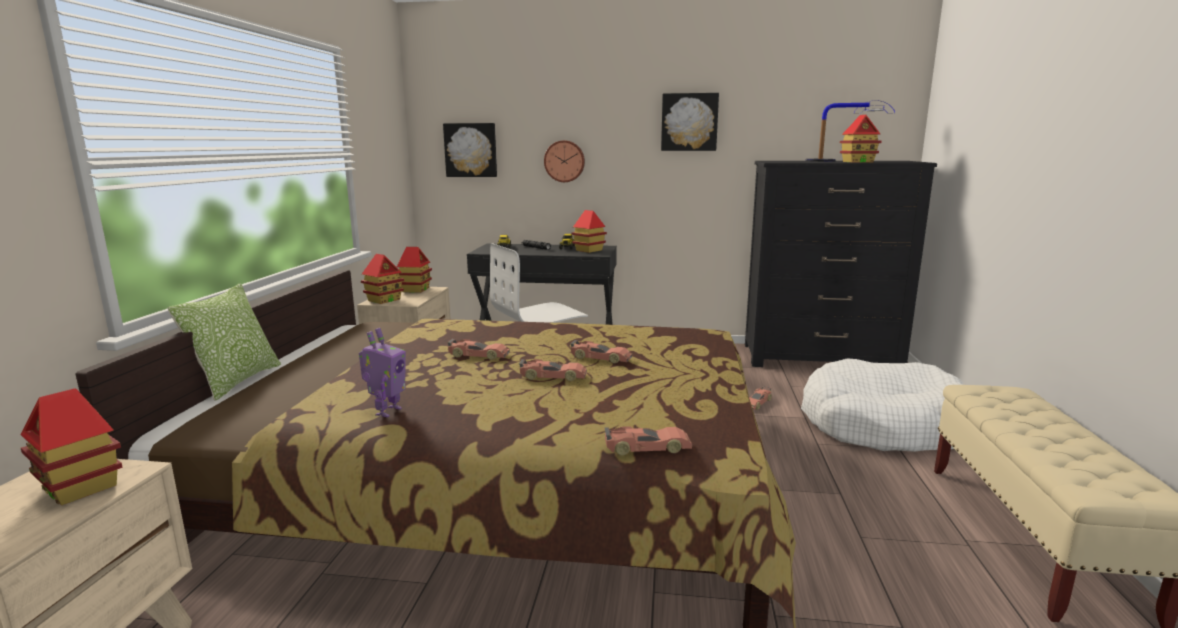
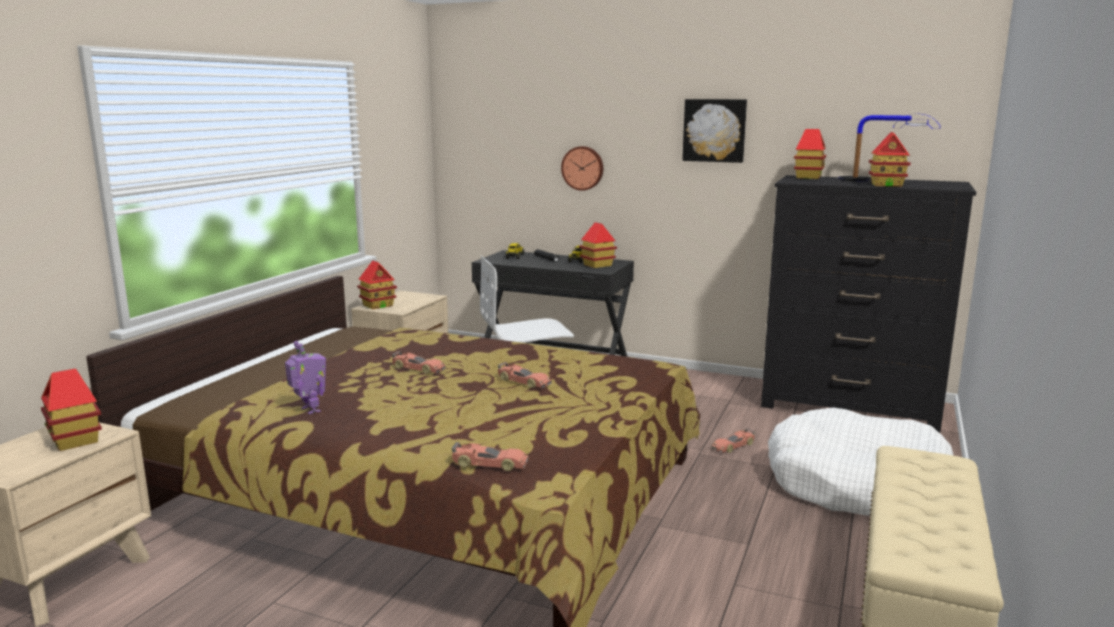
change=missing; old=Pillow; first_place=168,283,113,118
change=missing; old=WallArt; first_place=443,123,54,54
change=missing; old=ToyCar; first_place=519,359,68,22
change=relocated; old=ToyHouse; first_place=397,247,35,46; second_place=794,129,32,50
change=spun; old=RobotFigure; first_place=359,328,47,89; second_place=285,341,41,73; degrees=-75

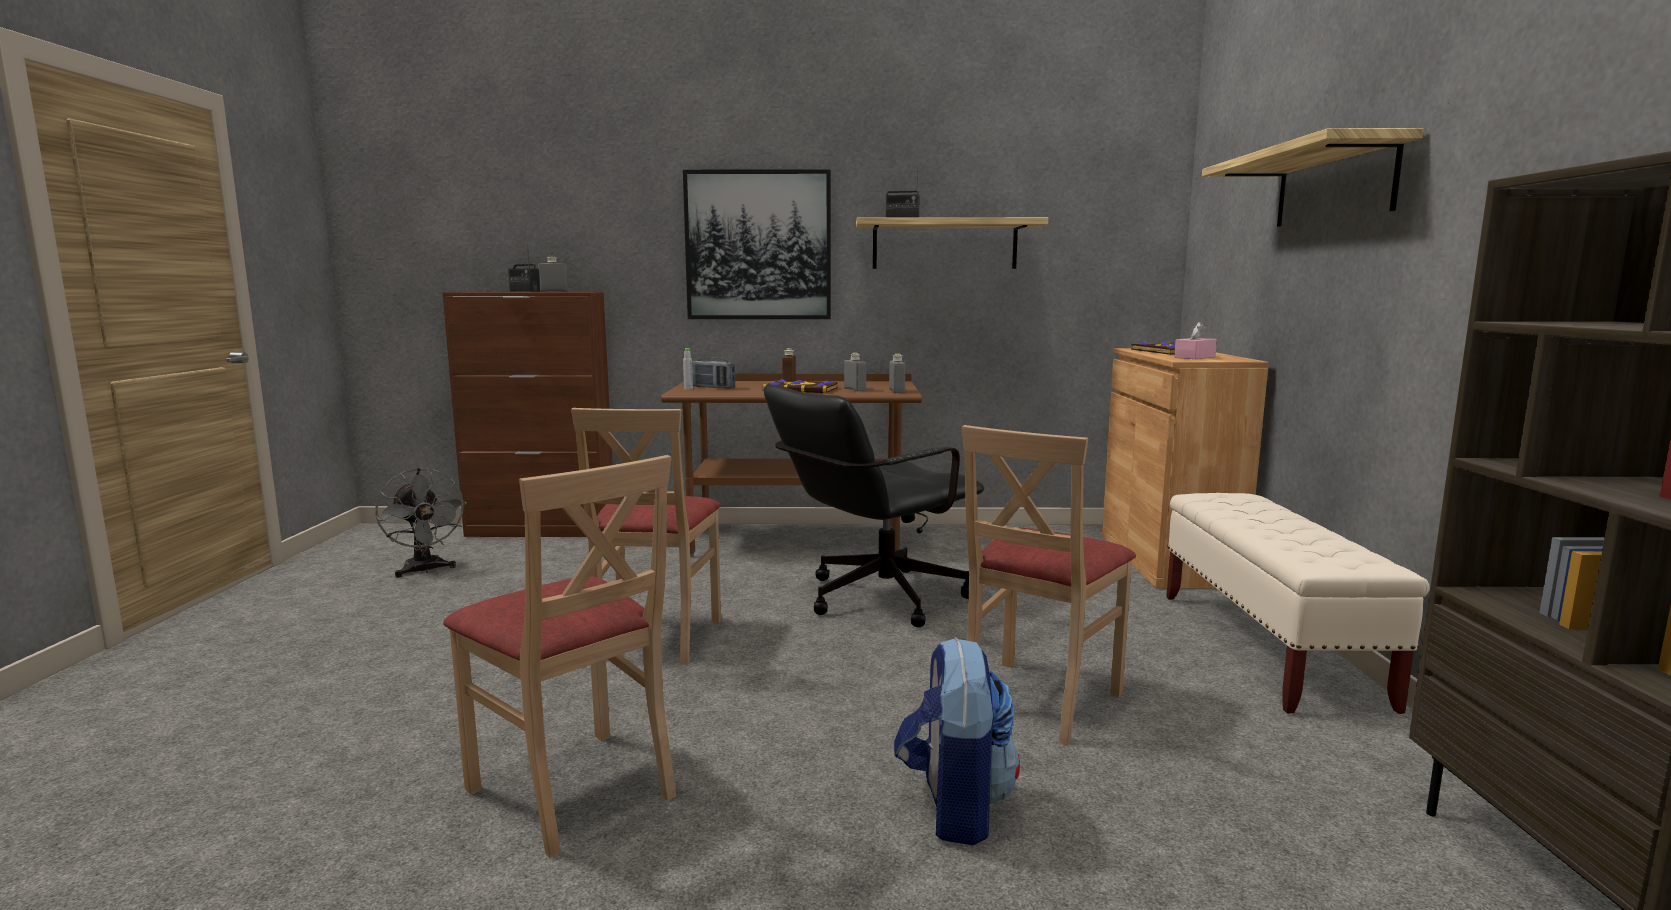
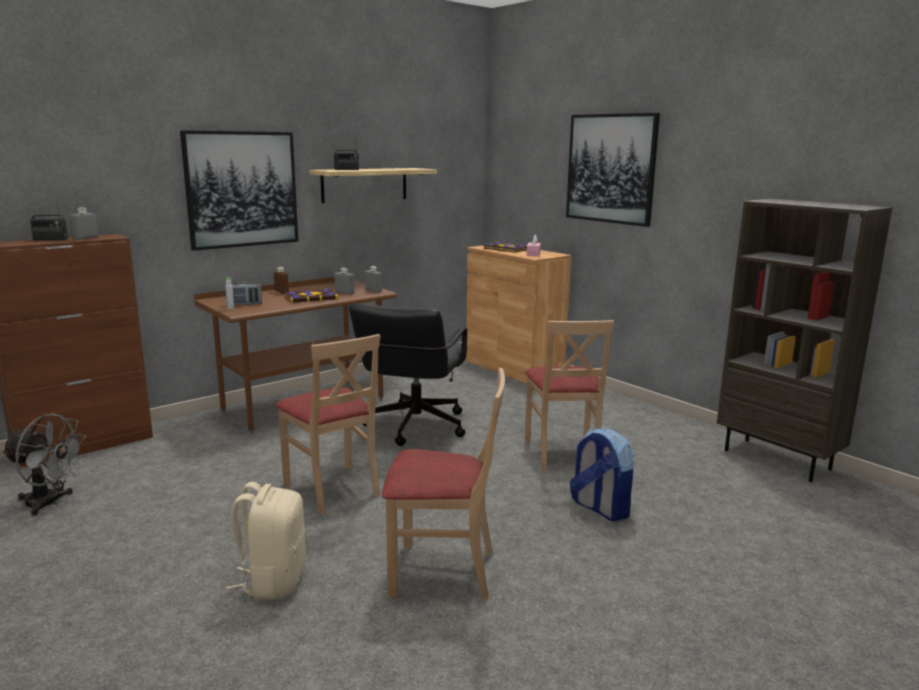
change=missing; old=BeigeIndoorBench; first_place=1166,493,264,221
change=appeared; new=BeigeBackpack; second_place=226,482,80,118
change=exchanged; old=Shelf; new=WallArt; first_place=1202,128,221,99; second_place=566,113,94,114

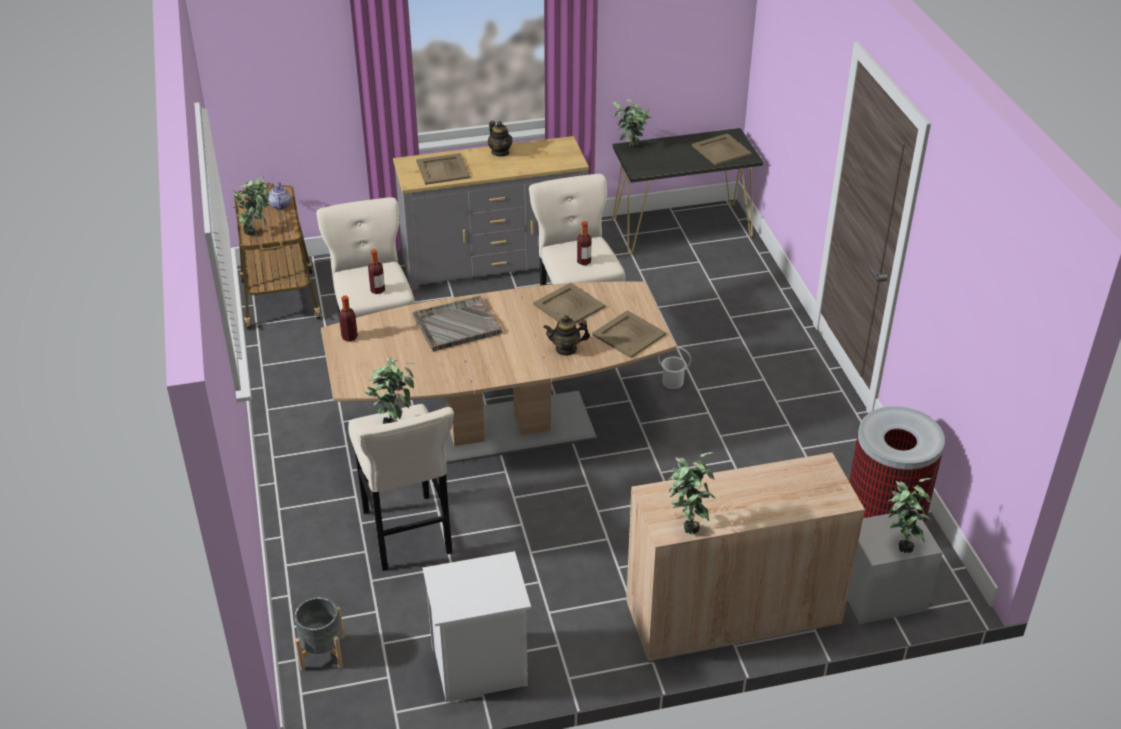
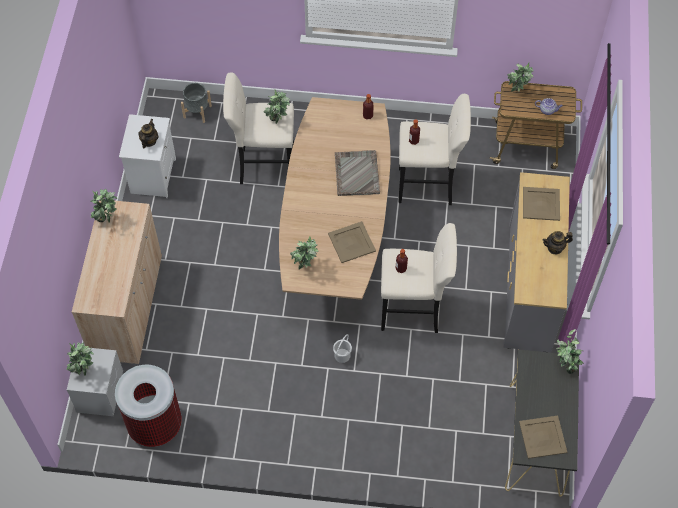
change=relocated; old=TeaPot; first_place=543,315,47,41; second_place=138,119,20,29
change=exchanged; old=BeigeServingTray; new=PottedPlant; first_place=592,310,74,48; second_place=290,236,29,34

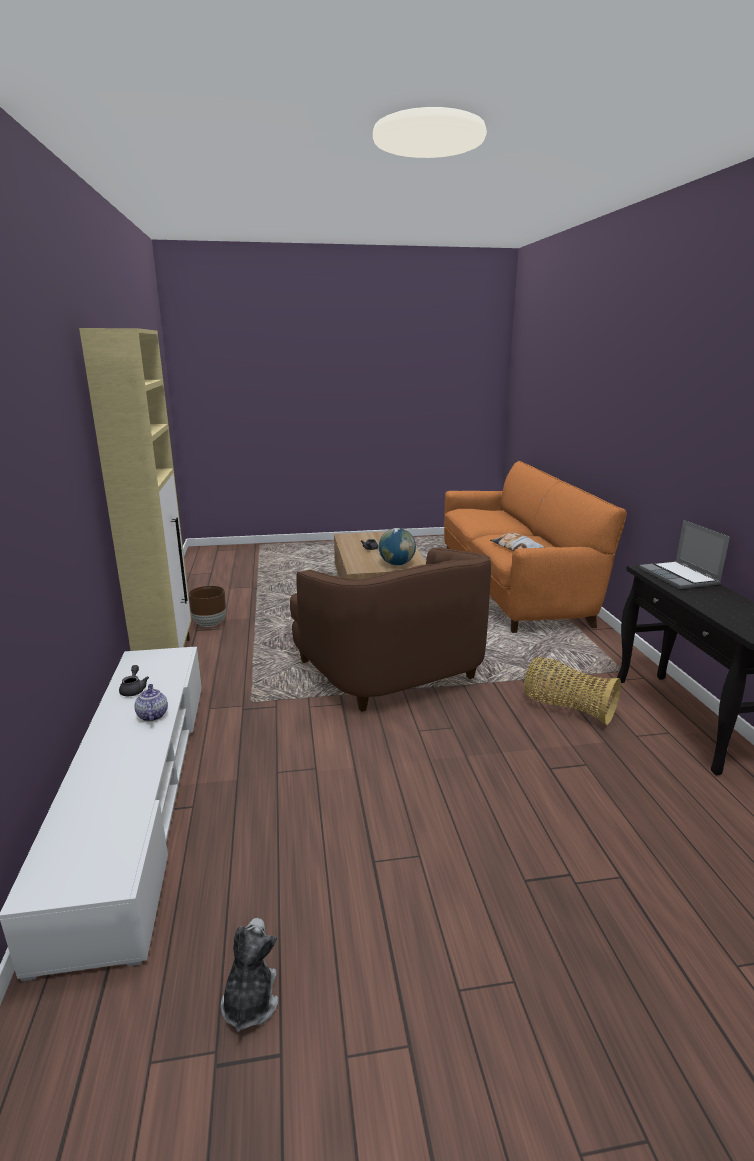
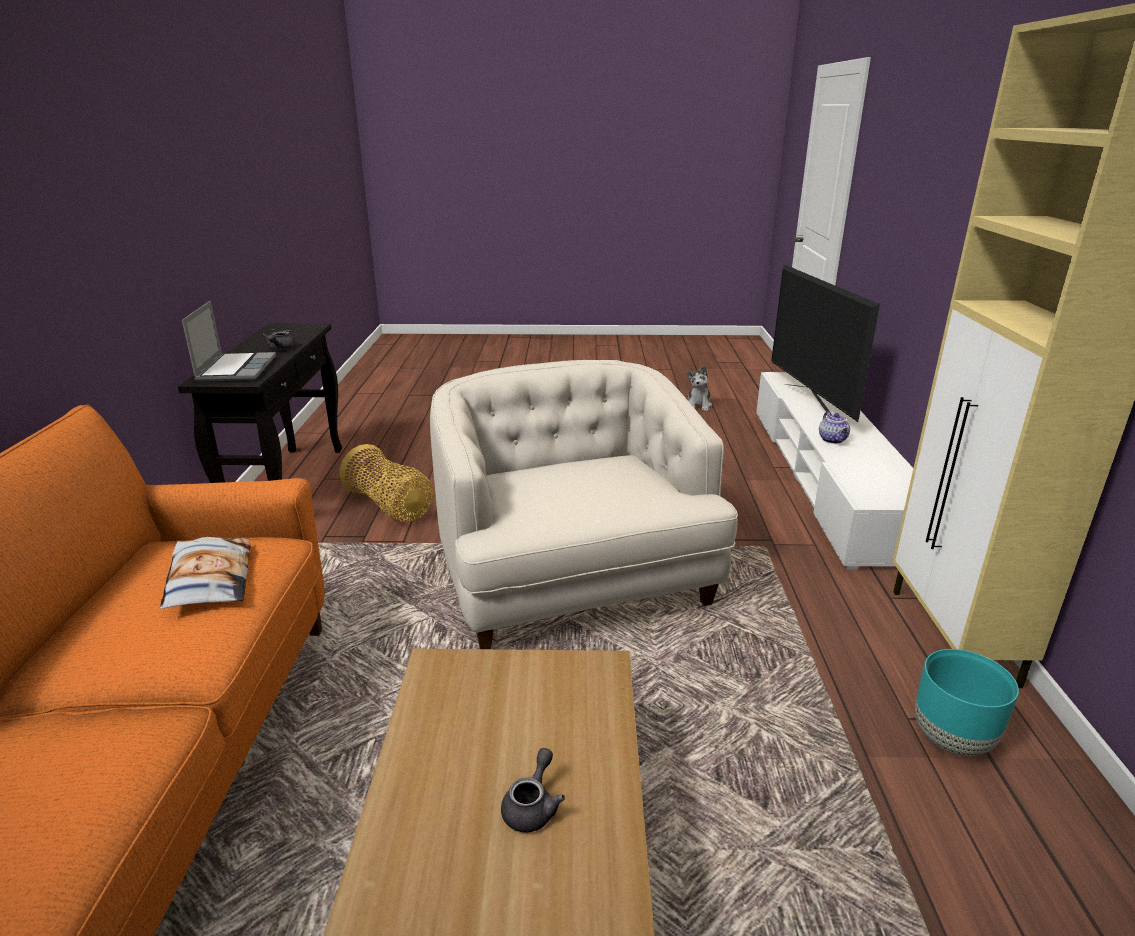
change=missing; old=DeskGlobe; first_place=379,528,37,37
change=appeared; new=Tv; second_place=771,264,109,158
change=relocated; old=GreyTeaPot; first_place=119,665,30,31; second_place=262,331,33,19
change=colour; old=BrownColouredPlantPot; new=TurquoisePlantPot; first_place=188,586,38,41; second_place=915,649,104,107
change=colour; old=BrownColouredEasyChair; new=WhitishEasyChair; first_place=290,547,201,165; second_place=430,360,308,289

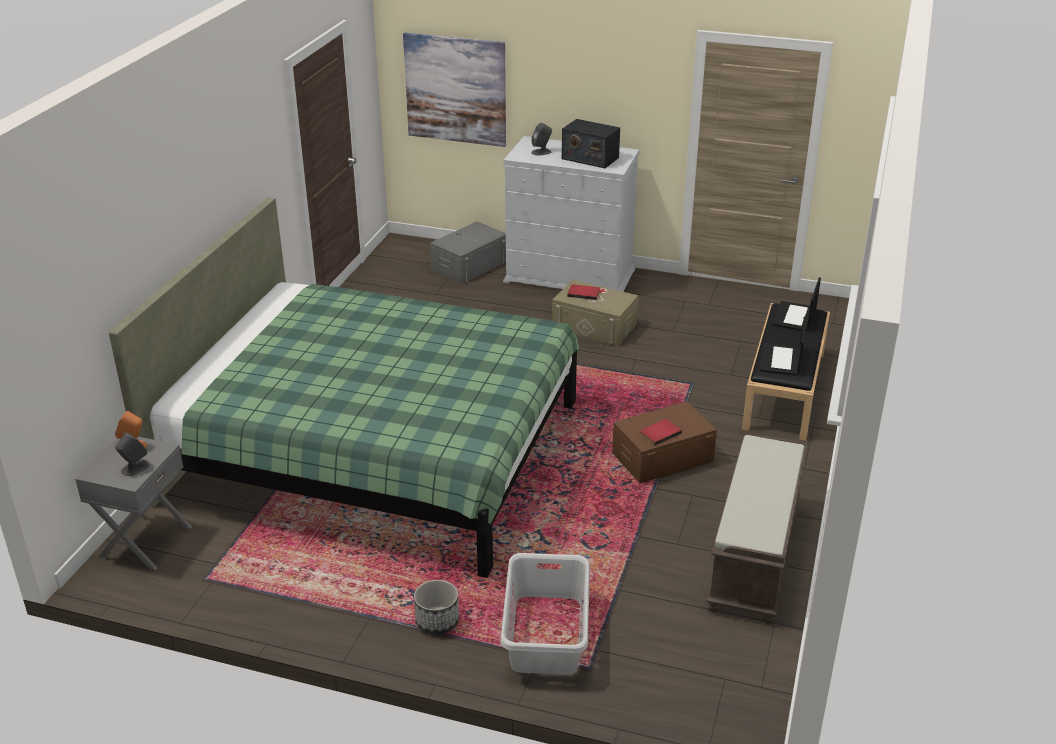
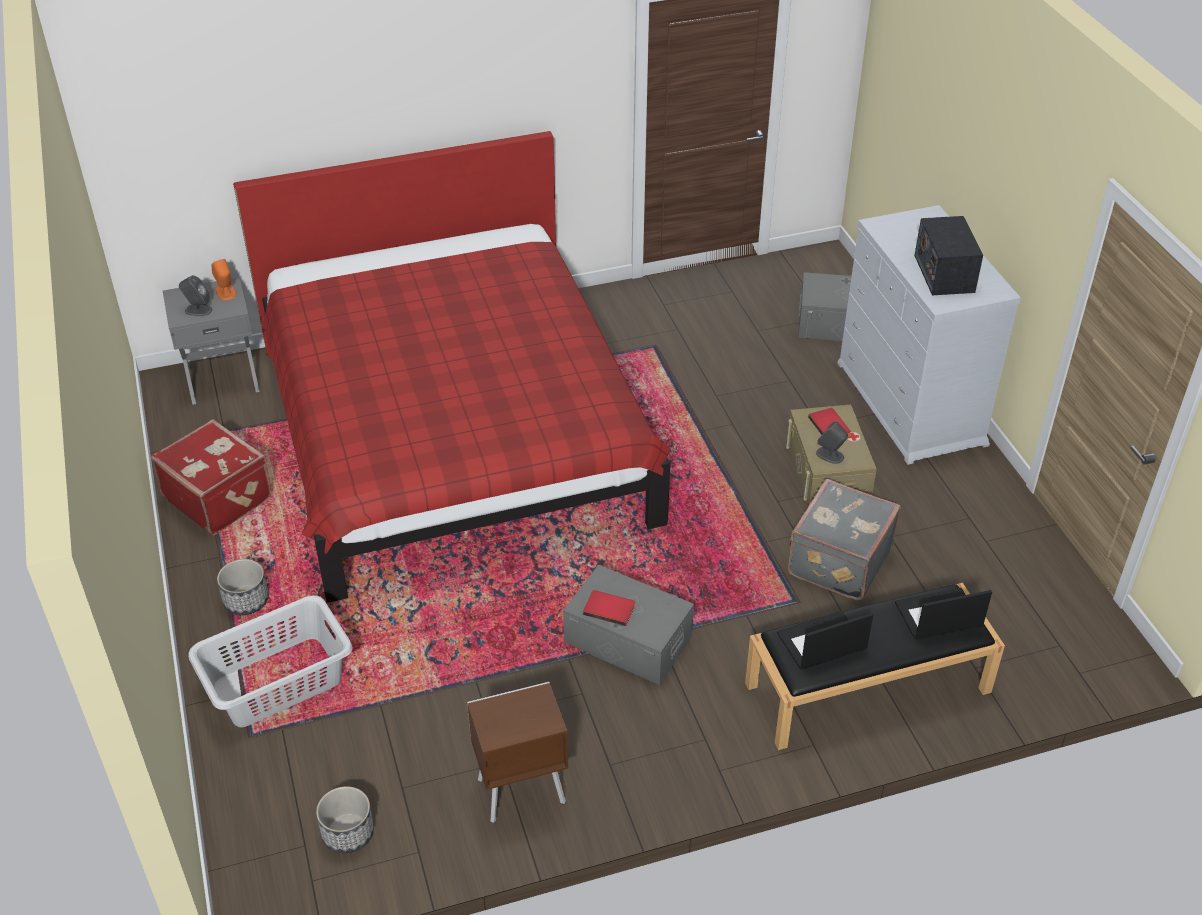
change=missing; old=WallArt; first_place=403,33,103,114
change=appeared; new=RedTravelCase; second_place=151,419,121,116
change=appeared; new=PlantPot; second_place=316,786,58,67
change=appeared; new=GreyTravelCase; second_place=788,479,113,122
change=relocated; old=GreySpeaker; first_place=531,123,21,32; second_place=816,421,32,43
change=exchanged; old=BrownColouredIndoorBench; new=BrownColouredBedsideTable; first_place=706,435,101,189; second_place=467,682,101,141
change=colour; old=GreenBedroomBed; new=RedBedroomBed; first_place=109,197,470,381; second_place=233,131,438,472
change=colour; old=BrownColouredStorageContainer; new=GreyStorageContainer; first_place=612,401,105,82; second_place=563,565,131,120

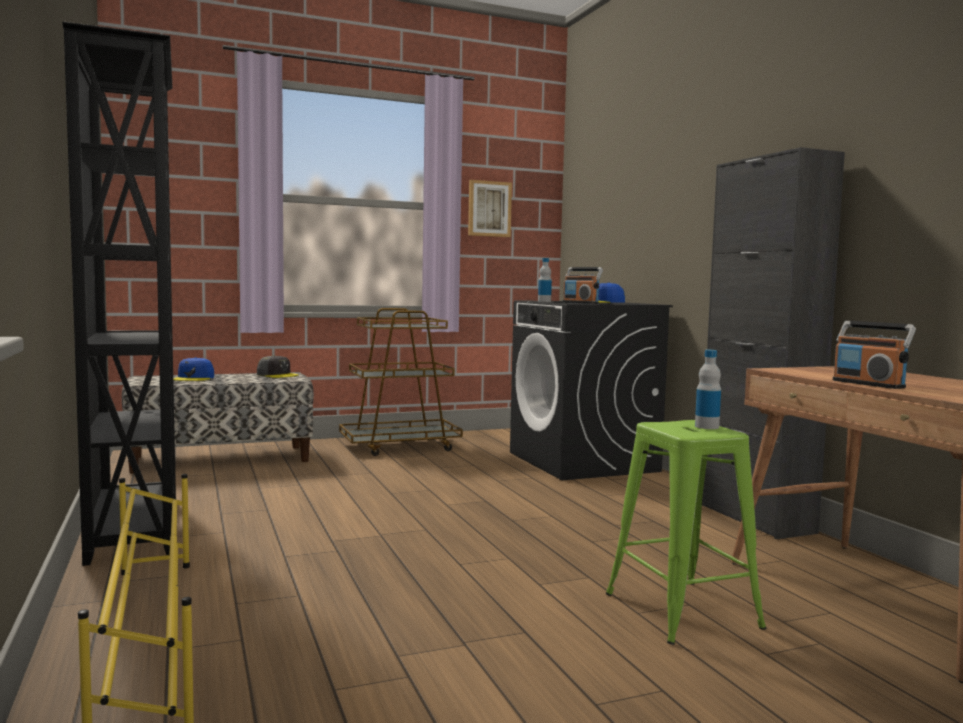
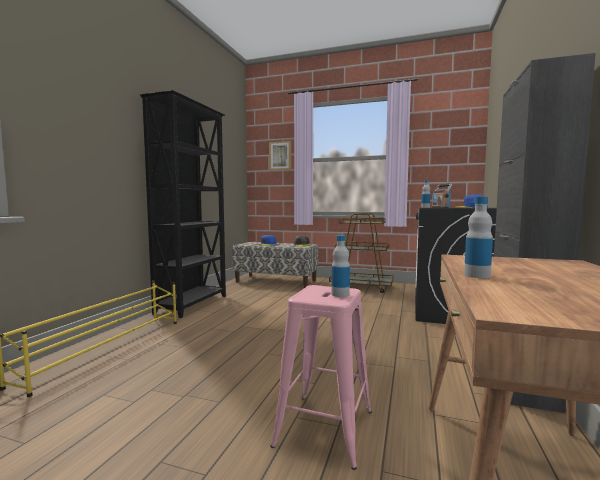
change=relocated; old=WallArt; first_place=468,180,44,57; second_place=269,141,22,29
change=exchanged; old=RadioSet; new=Bottle; first_place=833,321,83,68; second_place=464,197,29,81
change=colour; old=GreenStoolSeat; new=PinkishStoolSeat; first_place=606,420,160,225; second_place=270,285,102,185

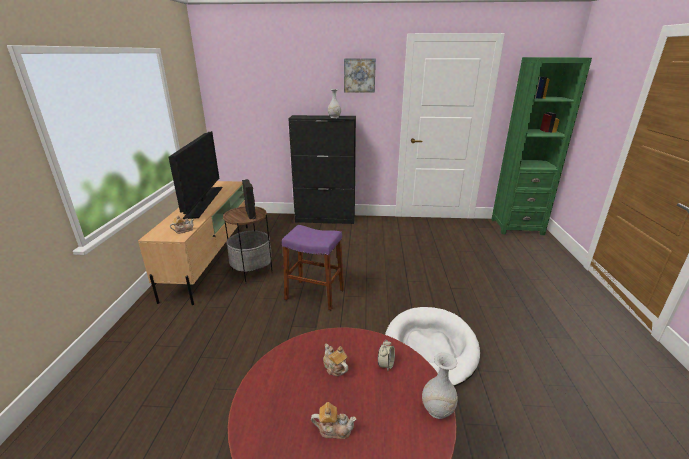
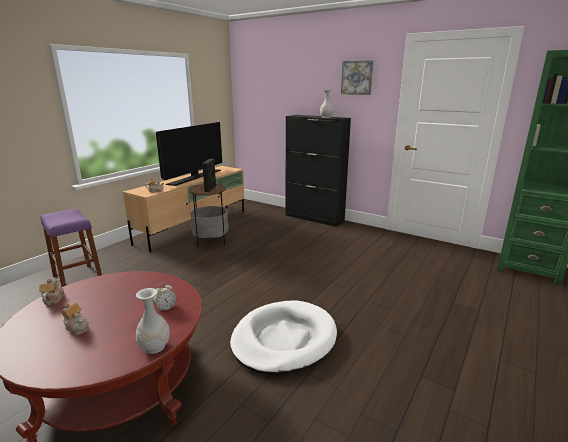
change=relocated; old=PurpleColouredStoolSeat; first_place=282,225,62,85; second_place=40,209,62,78
change=relocated; old=TeaPot; first_place=323,344,25,32; second_place=39,279,25,26

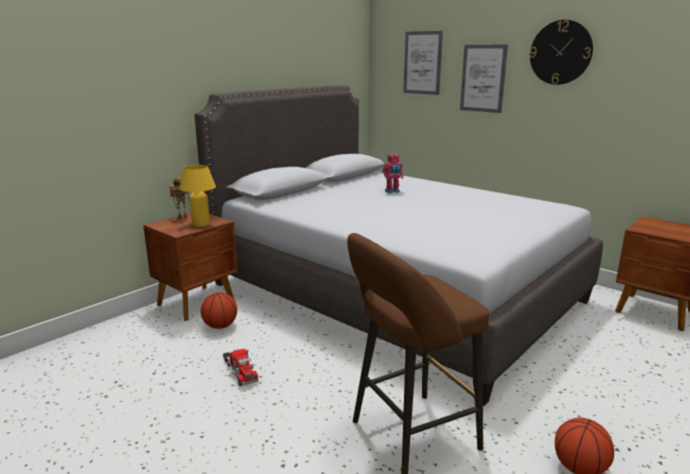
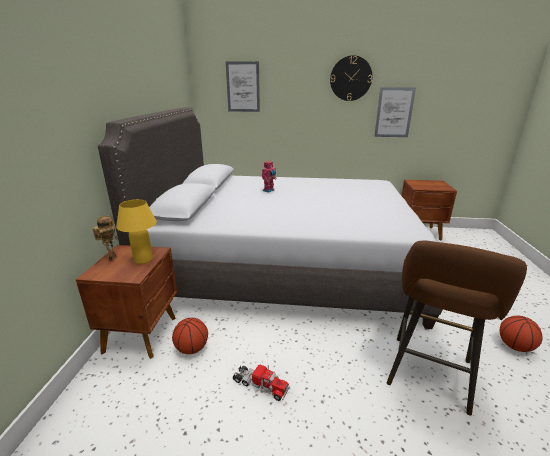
change=relocated; old=WallArt; first_place=460,44,48,69; second_place=374,87,42,50

